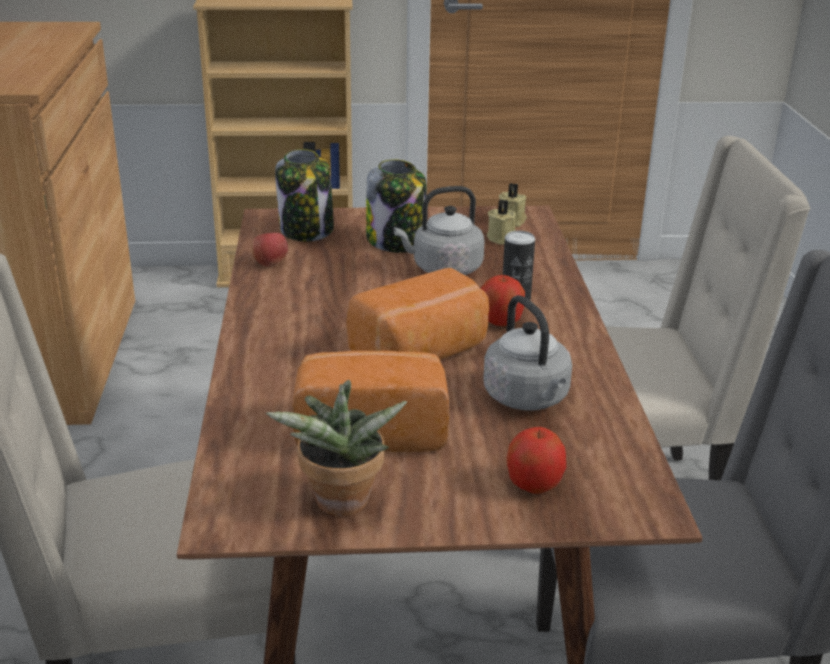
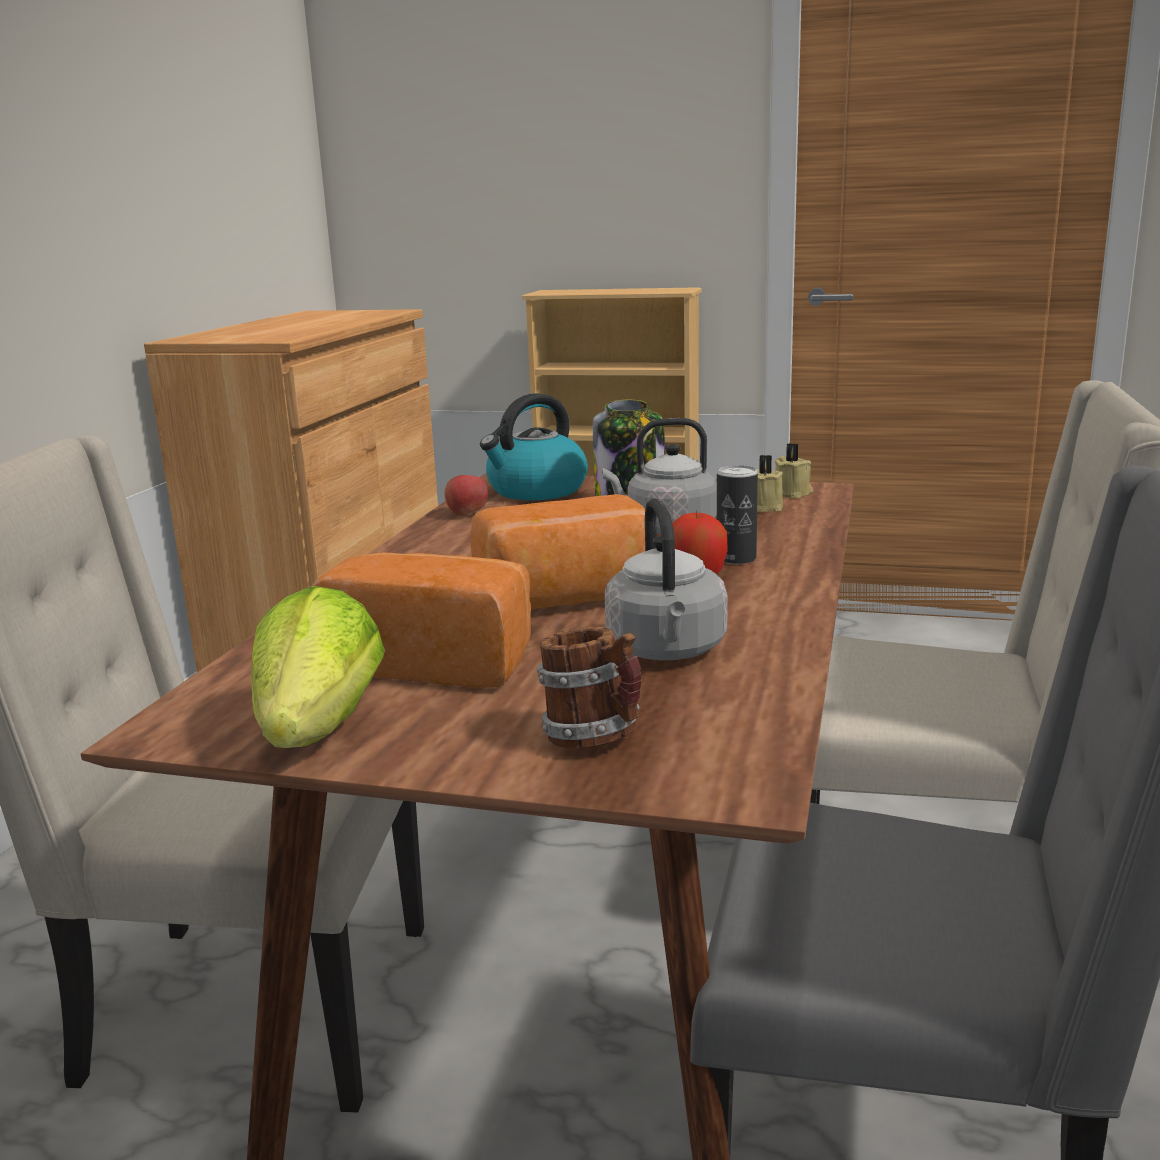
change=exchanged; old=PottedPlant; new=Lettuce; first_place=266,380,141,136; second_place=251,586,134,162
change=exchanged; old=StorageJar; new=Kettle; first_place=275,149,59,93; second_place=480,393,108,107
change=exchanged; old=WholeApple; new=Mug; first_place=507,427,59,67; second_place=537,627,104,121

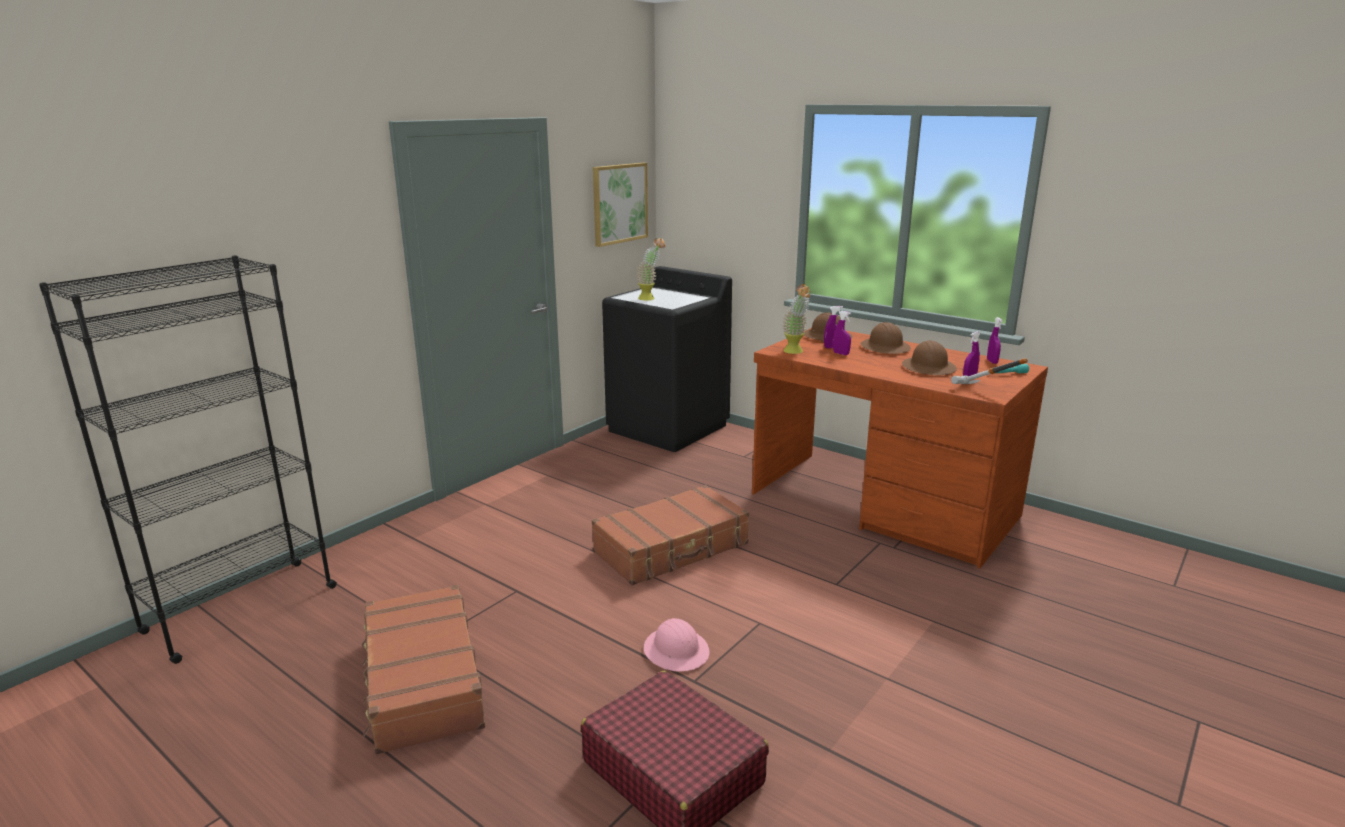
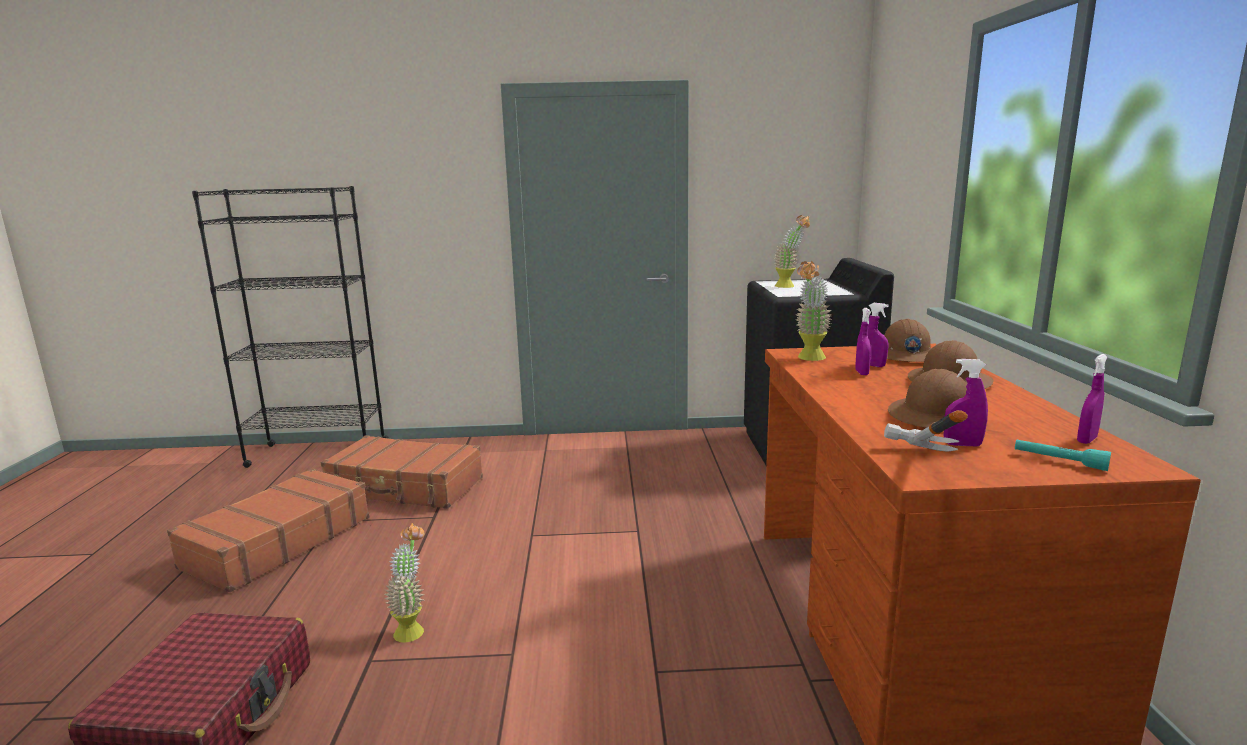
change=missing; old=WallArt; first_place=593,163,55,84
change=relocated; old=BrownColouredTravelCase; first_place=592,485,157,101; second_place=321,435,162,74
change=exchanged; old=PinkishHardHat; new=PottedPlant; first_place=644,618,66,53; second_place=385,523,39,119

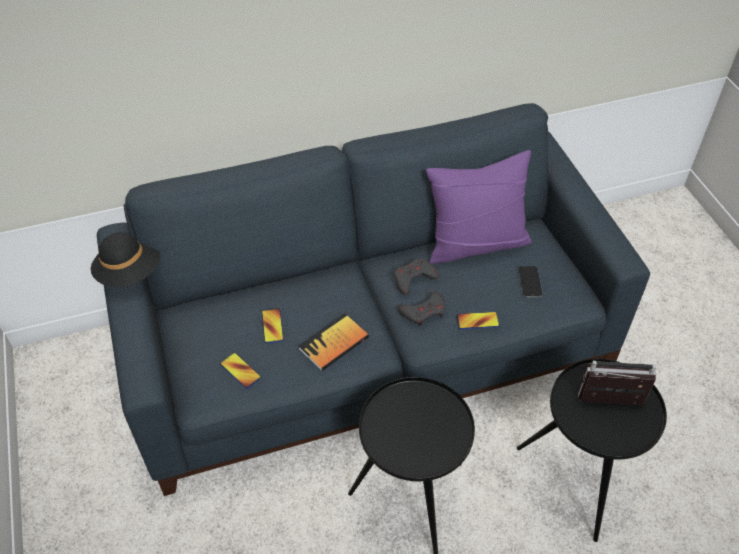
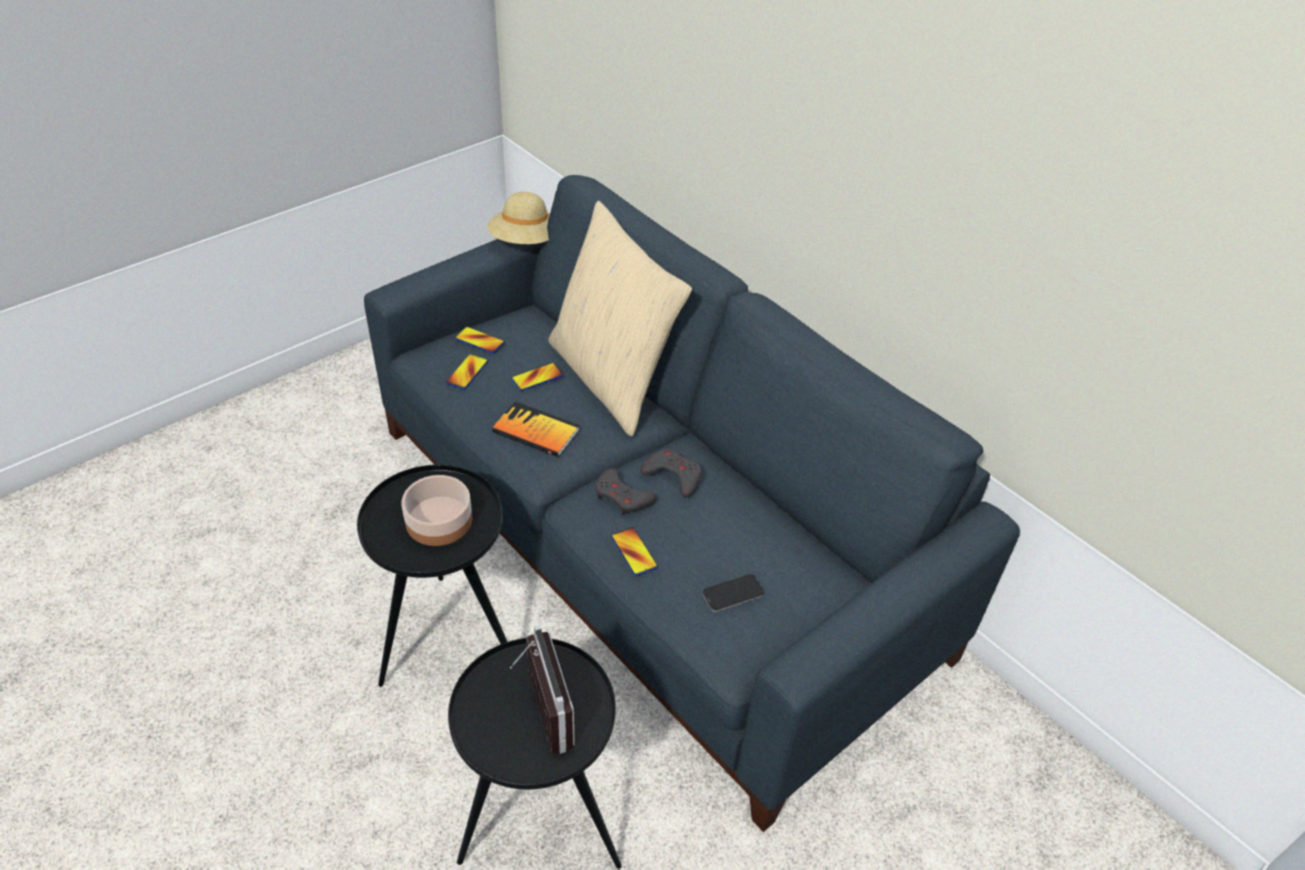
change=missing; old=PurpleColouredPillow; first_place=426,150,106,114
change=appeared; new=ServingBowl; second_place=402,475,70,71
change=appeared; new=Telephone; second_place=455,327,50,27
change=appeared; new=BeigePillow; second_place=548,201,144,236
change=colour; old=BlackClothingHat; new=BeigeClothingHat; first_place=91,232,69,56; second_place=487,192,63,52

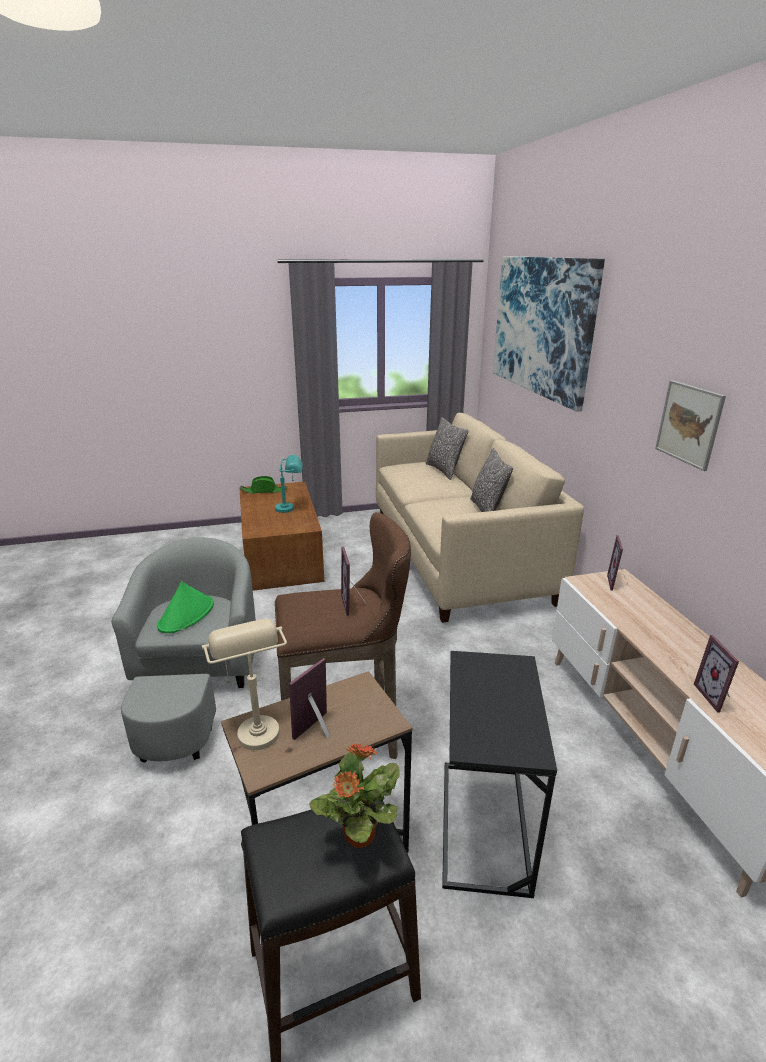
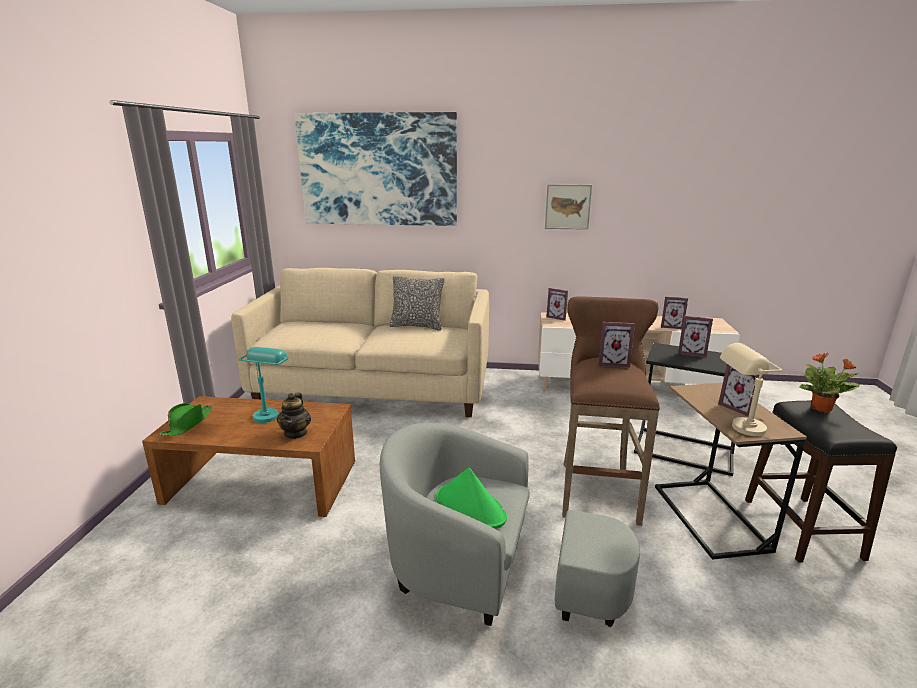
change=missing; old=Pillow; first_place=425,417,44,63
change=appeared; new=TeaPot; second_place=277,392,34,47
change=appeared; new=PhotoFrame; second_place=678,316,35,41

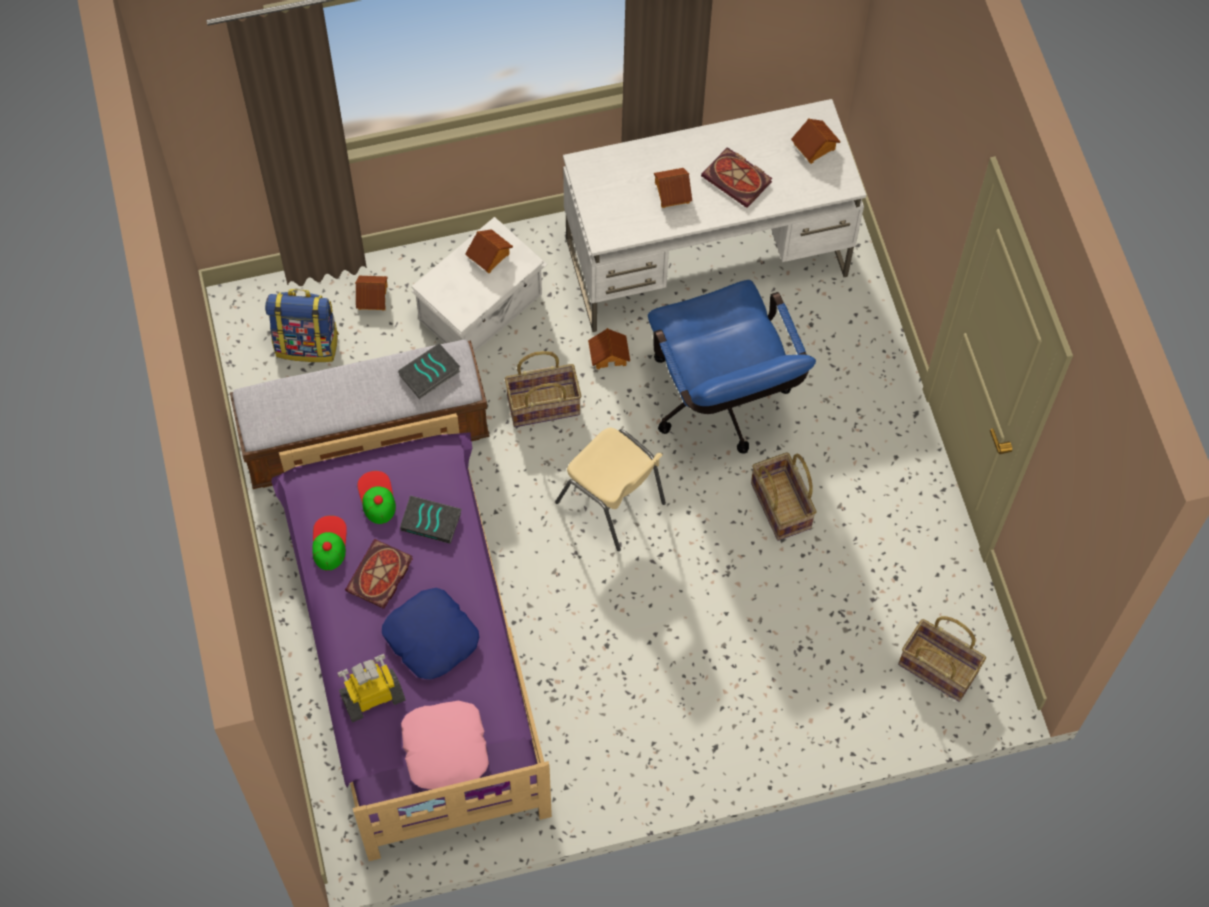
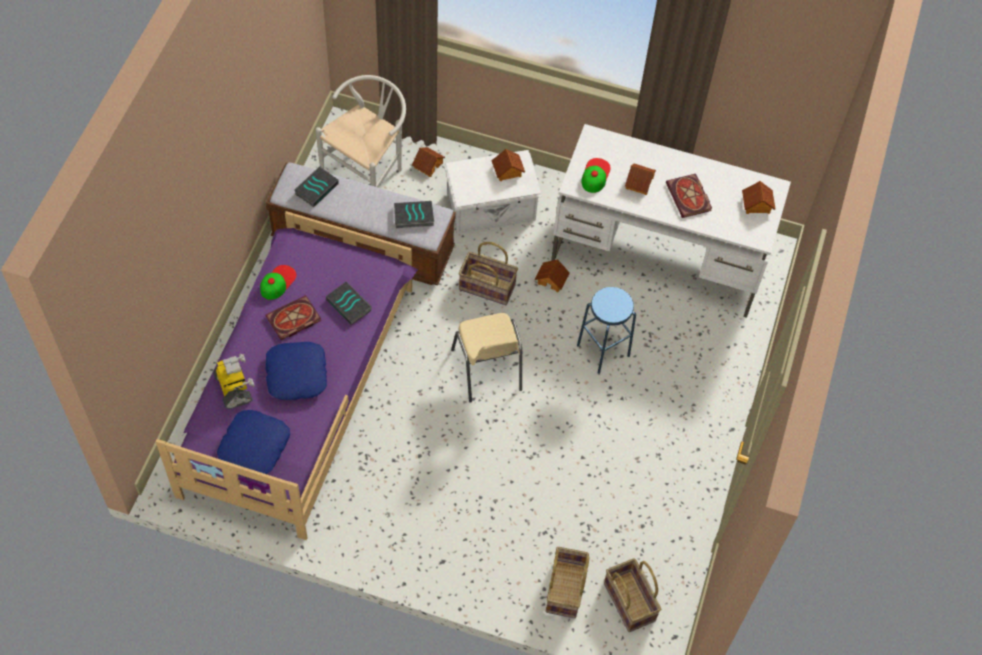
change=appeared; new=Book; second_place=294,166,45,41
change=relocated; old=BaseballCap; first_place=357,471,39,53; second_place=581,158,30,35
change=relocated; old=HouseholdBasket; first_place=751,452,65,89; second_place=545,547,44,71
change=exchanged; old=Backpack; new=WhitishChair; first_place=265,289,74,73; second_place=316,75,90,113
change=exchanged; old=BluishComputerChair; new=BluishStoolSeat; first_place=648,280,168,174; second_place=577,287,59,87
change=colour; old=PinkishPillow; new=BluishPillow; first_place=401,701,88,88; second_place=217,410,73,64
change=spun; old=RobotFigure; first_place=338,654,68,68; second_place=213,354,41,55; degrees=60

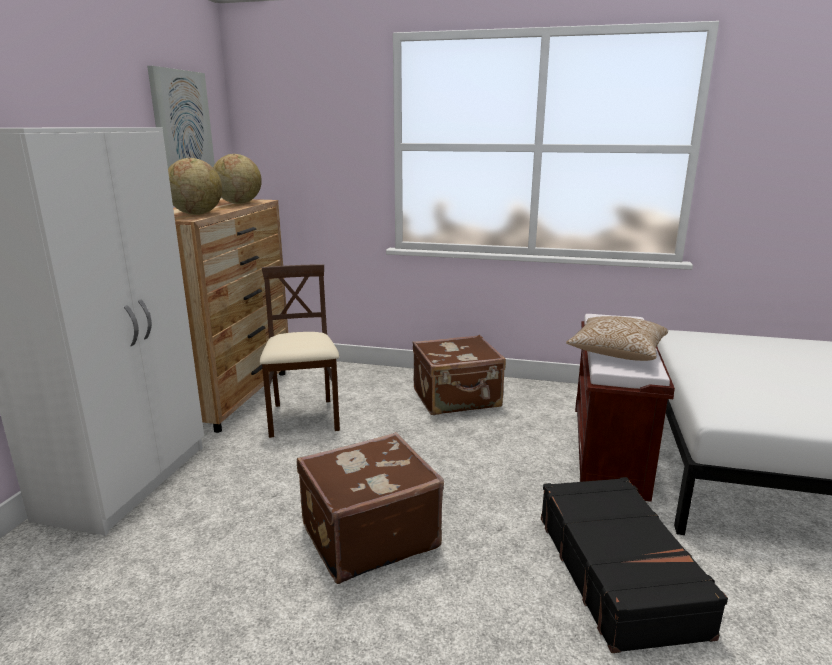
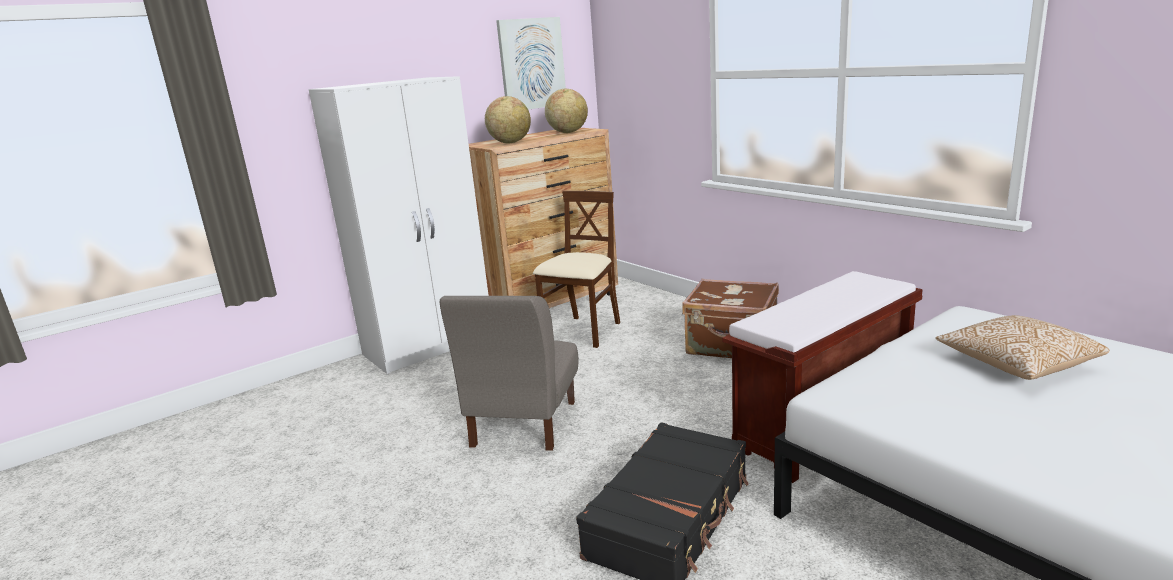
change=relocated; old=Pillow; first_place=566,316,102,45; second_place=935,315,174,65
change=exchanged; old=BrownColouredTravelCase; new=GreyChair; first_place=297,432,147,152; second_place=440,296,139,155

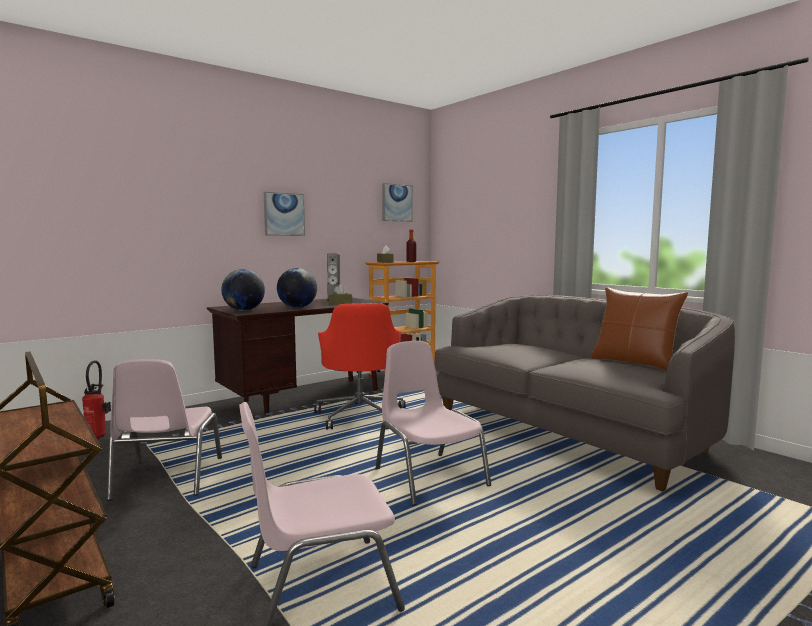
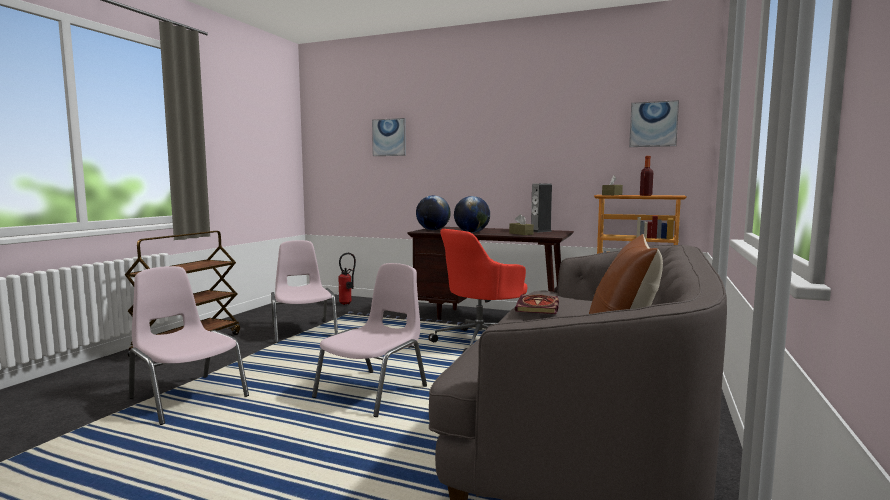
change=appeared; new=Book; second_place=515,295,44,19
change=relocated; old=WallArt; first_place=264,192,41,44; second_place=372,118,34,38
change=spun; old=PinkishChair; first_place=107,359,115,142; second_place=271,240,67,103; degrees=105

